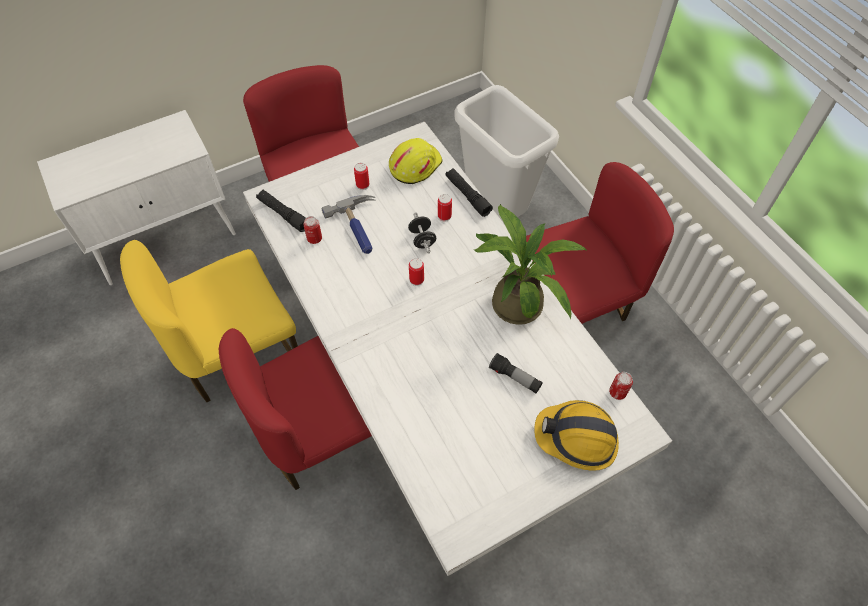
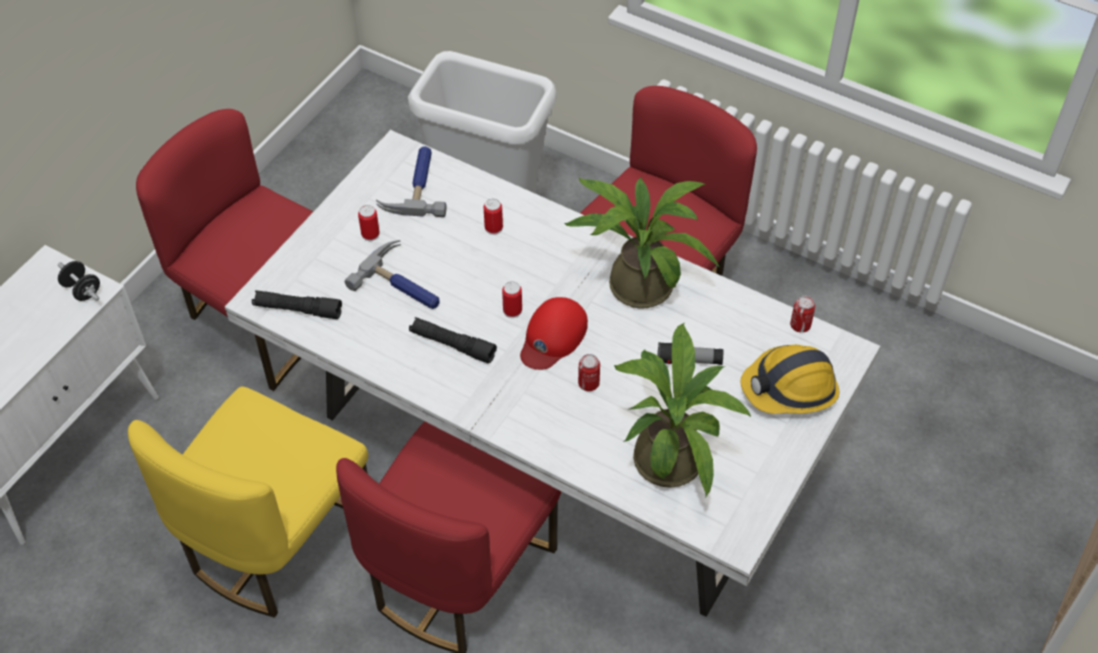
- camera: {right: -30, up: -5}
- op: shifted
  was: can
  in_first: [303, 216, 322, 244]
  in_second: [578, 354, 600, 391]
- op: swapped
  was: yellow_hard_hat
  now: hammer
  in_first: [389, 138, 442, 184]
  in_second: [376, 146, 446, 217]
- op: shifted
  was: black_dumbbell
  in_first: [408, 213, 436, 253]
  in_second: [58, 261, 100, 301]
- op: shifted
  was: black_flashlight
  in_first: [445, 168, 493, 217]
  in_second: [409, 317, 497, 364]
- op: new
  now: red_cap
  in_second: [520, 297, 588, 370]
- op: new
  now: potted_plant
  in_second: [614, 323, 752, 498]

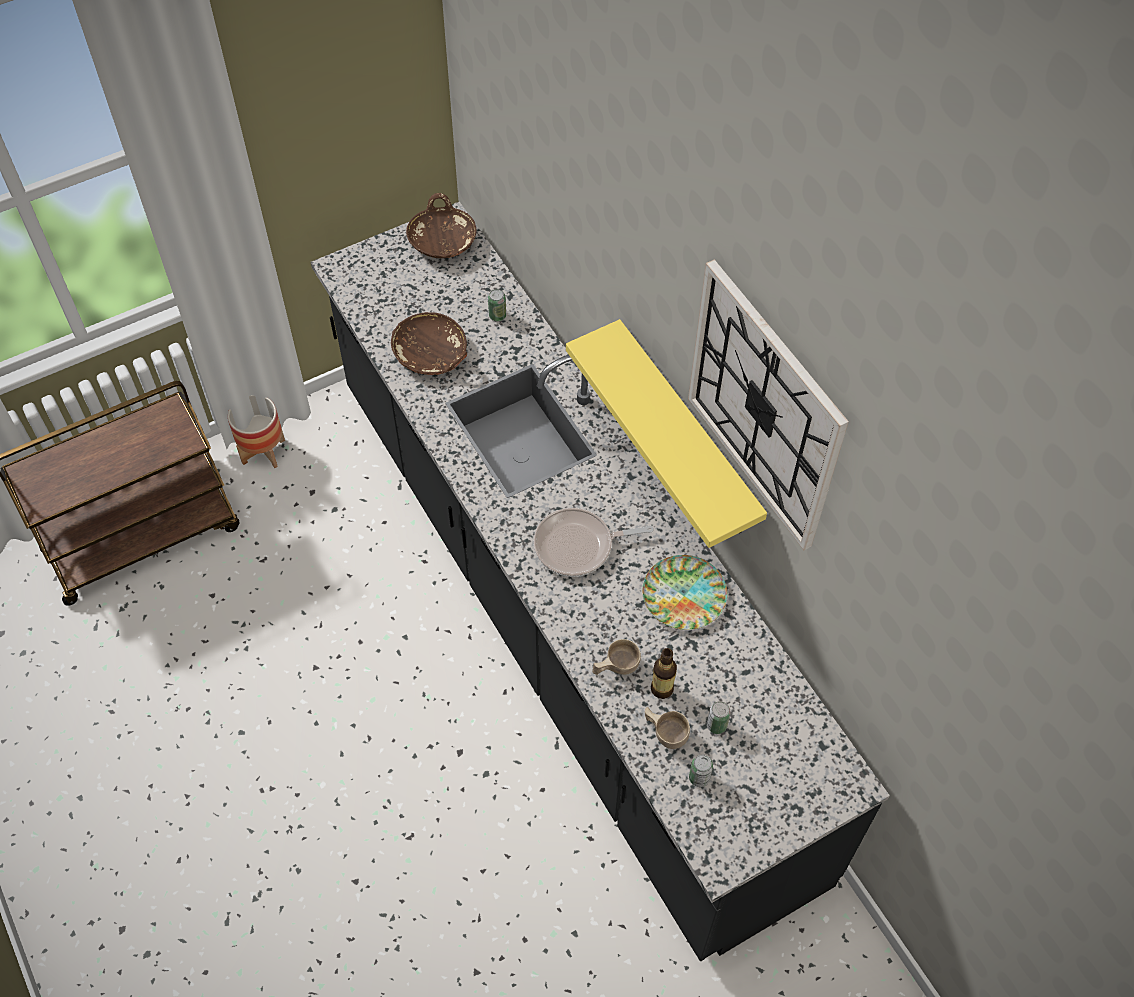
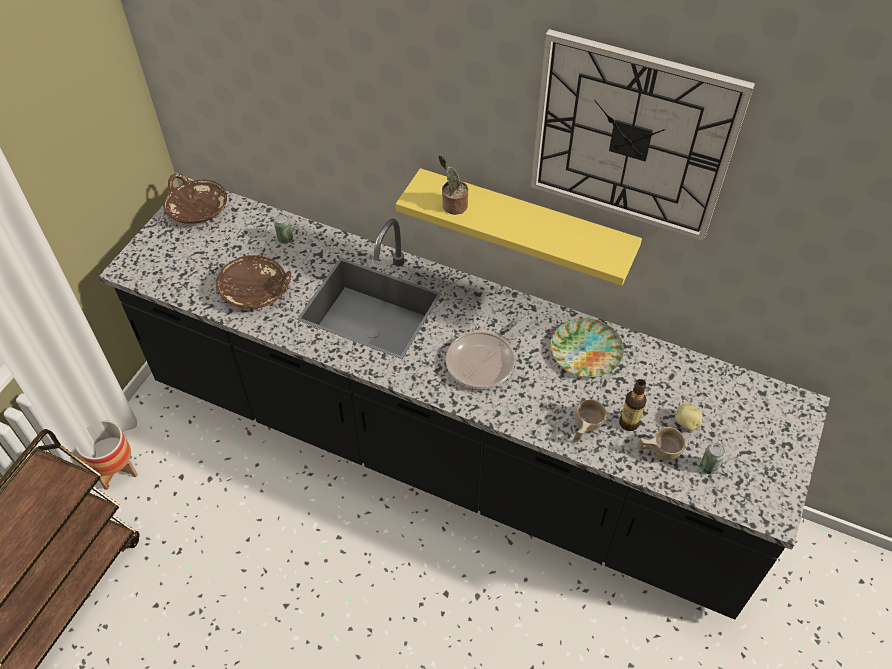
- camera: {right: -35, up: -5}
- op: swapped
  was: can
  now: potato
  in_first: [707, 701, 731, 734]
  in_second: [675, 404, 703, 431]
- op: new
  now: potted_plant
  in_second: [438, 155, 468, 215]

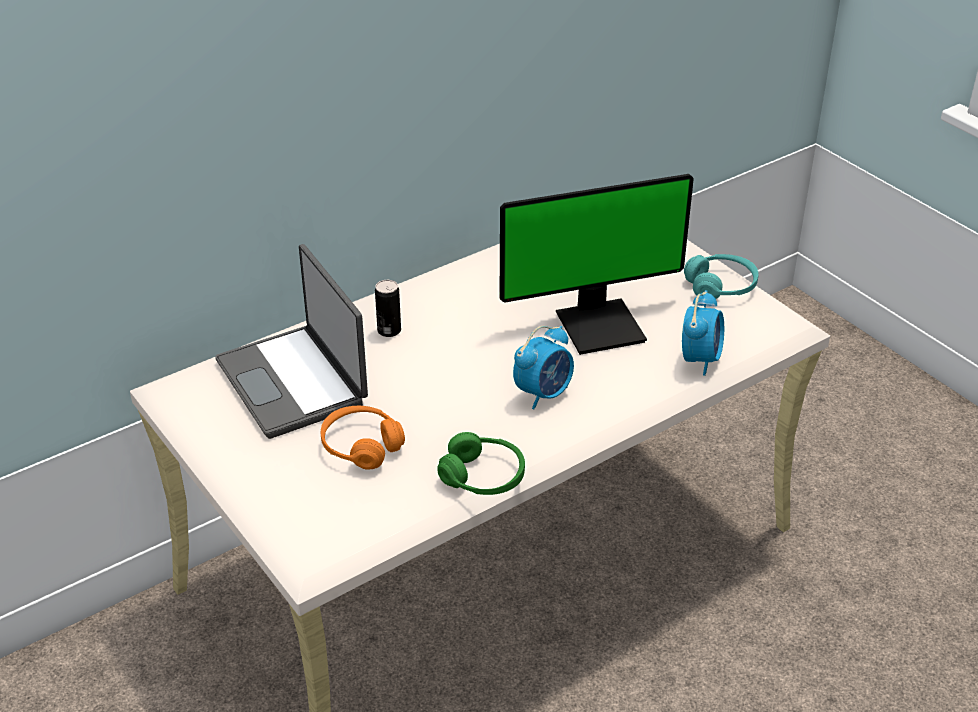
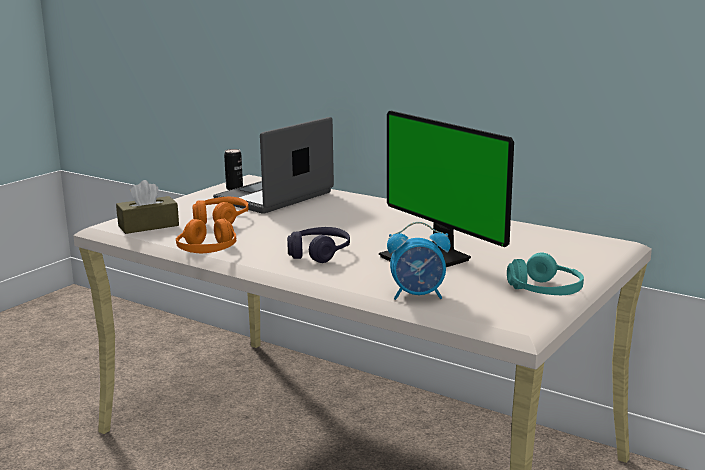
- camera: {right: 70, up: -20}
- op: shifted
  was: can
  in_first: [375, 280, 401, 337]
  in_second: [224, 149, 243, 190]
- op: repainted
  was: green_headphones
  now: orange_headphones
  in_first: [438, 432, 525, 495]
  in_second: [176, 219, 236, 253]
- op: swapped
  was: alarm_clock
  now: purple_headphones
  in_first: [513, 325, 574, 410]
  in_second: [287, 227, 350, 263]
- op: new
  now: brown_tissue_box
  in_second: [116, 180, 179, 234]

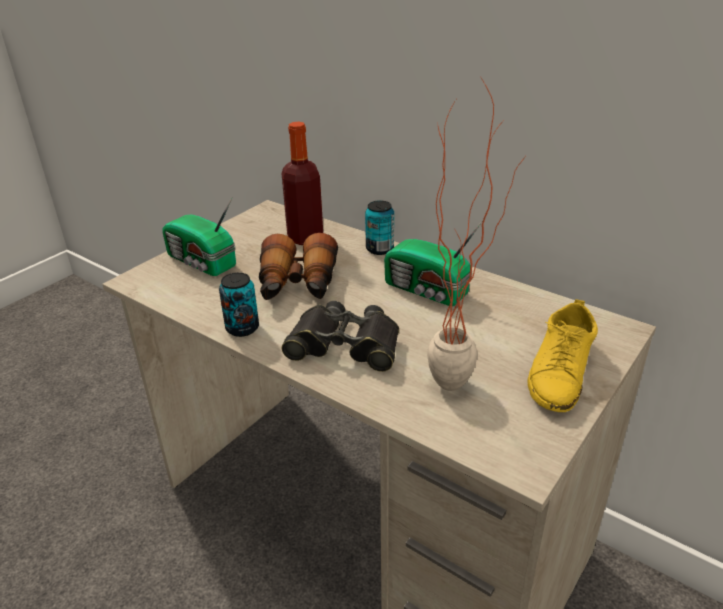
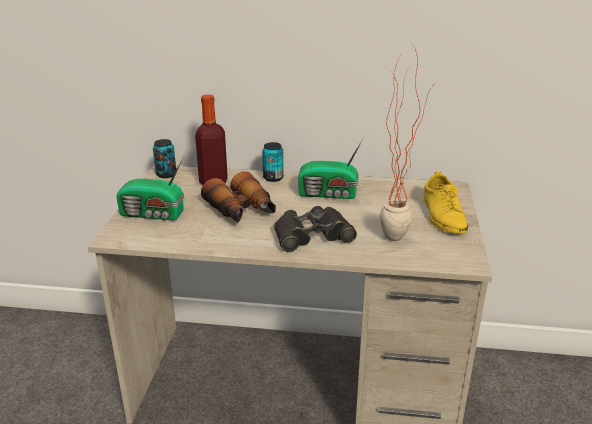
- camera: {right: -30, up: -5}
- op: shifted
  was: can
  in_first: [219, 272, 259, 337]
  in_second: [153, 139, 176, 178]

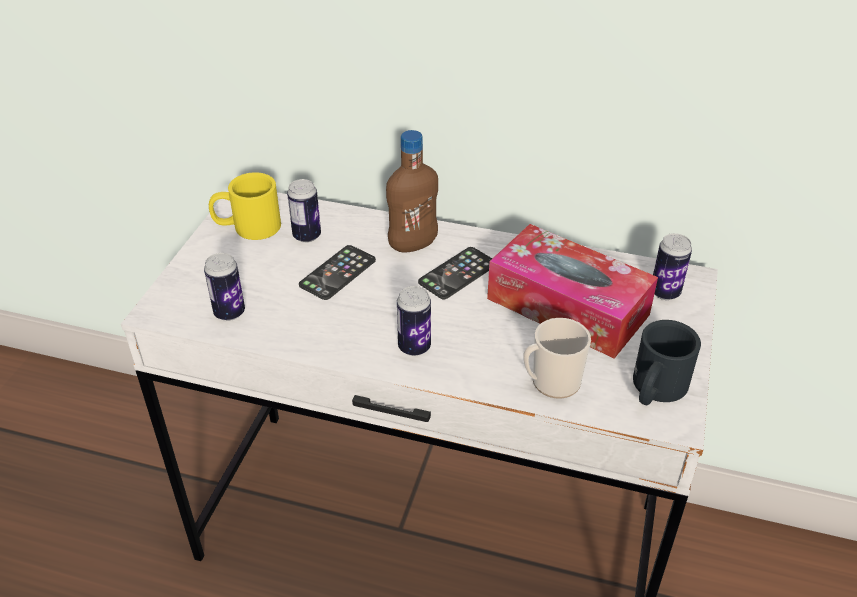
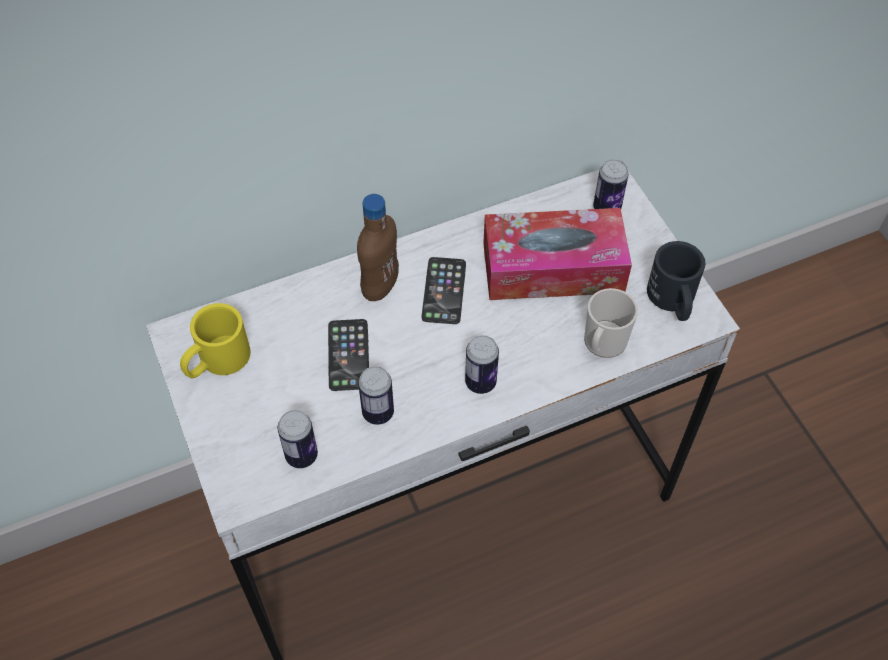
- camera: {right: -40, up: 15}
- op: shifted
  was: can
  in_first: [287, 179, 321, 243]
  in_second: [358, 366, 394, 425]

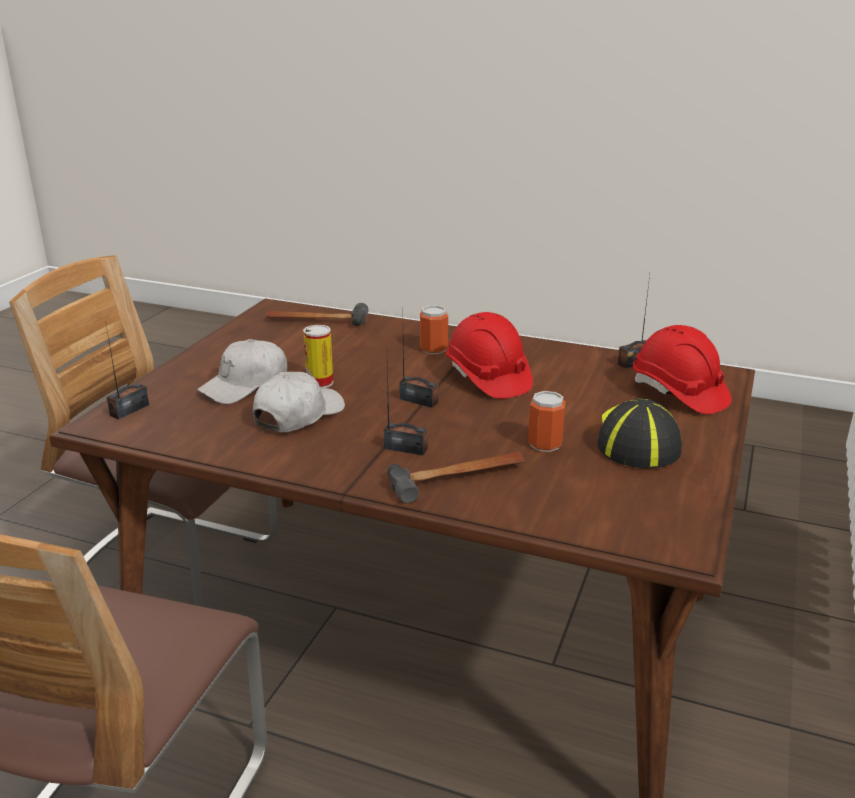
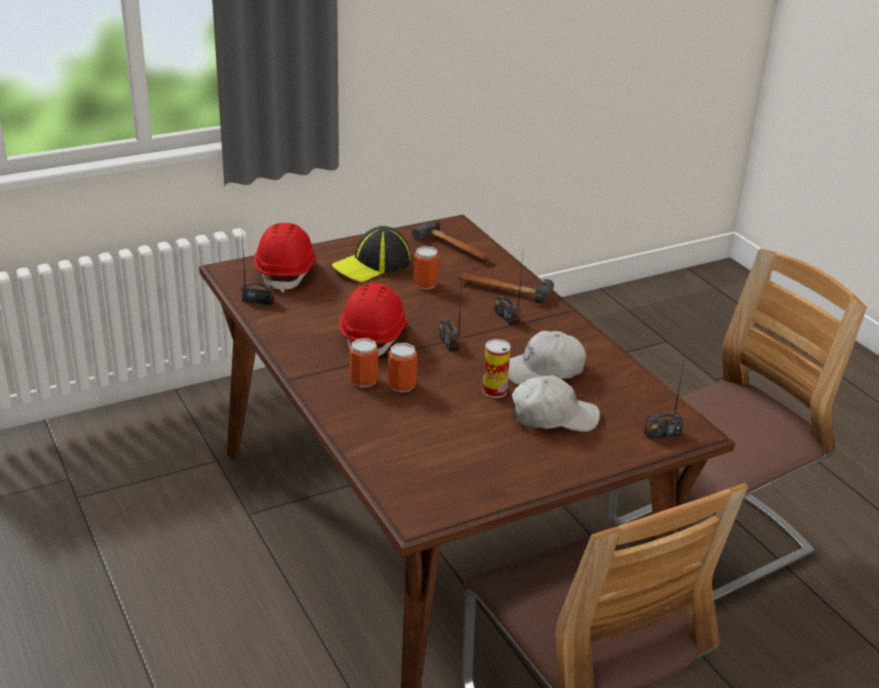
- camera: {right: -140, up: 5}
- op: shifted
  was: hammer
  in_first: [266, 303, 368, 326]
  in_second: [412, 221, 490, 260]
- op: new
  now: can
  in_second: [388, 343, 417, 392]

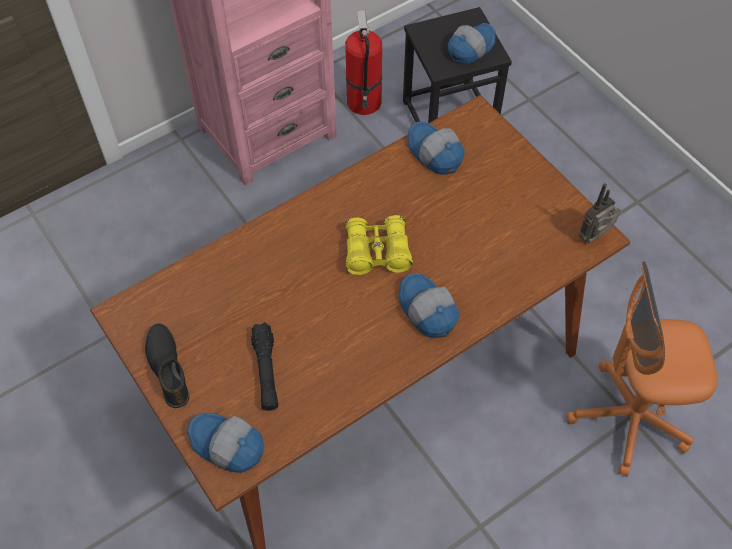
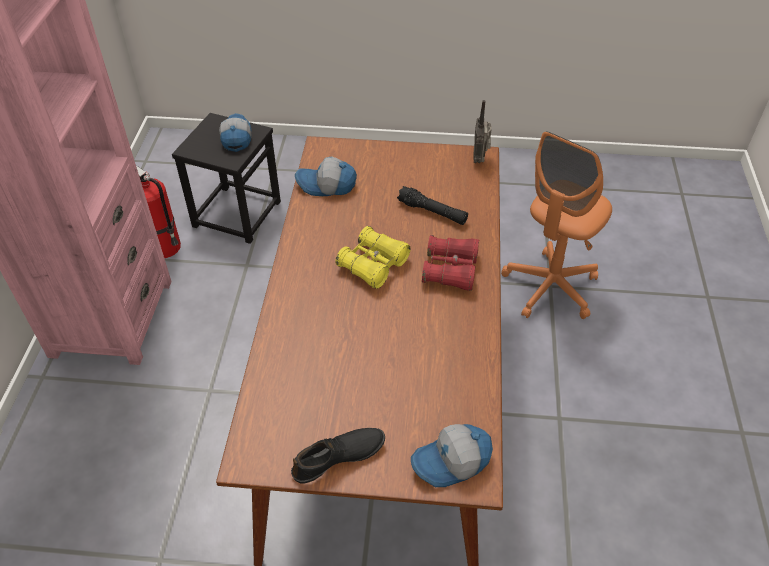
- camera: {right: -50, up: -10}
- op: rotated
  was: black_shoe
  in_first: [145, 324, 189, 408]
  in_second: [291, 428, 385, 483]
  clockwise: 135
- op: shifted
  was: black_flashlight
  in_first: [251, 322, 278, 411]
  in_second: [397, 186, 468, 225]
- op: swapped
  was: cap
  now: red_binoculars
  in_first: [398, 273, 459, 338]
  in_second: [422, 235, 479, 291]

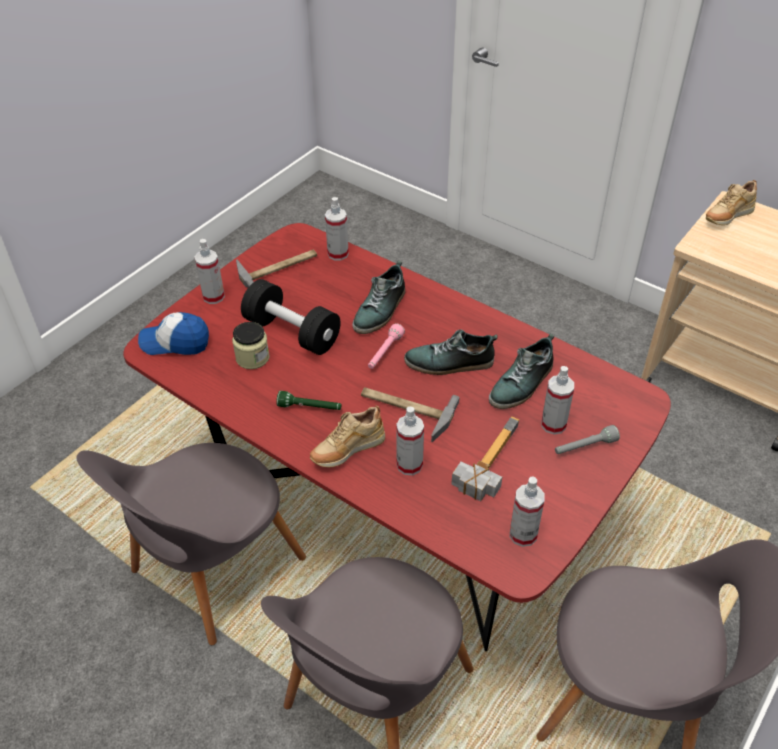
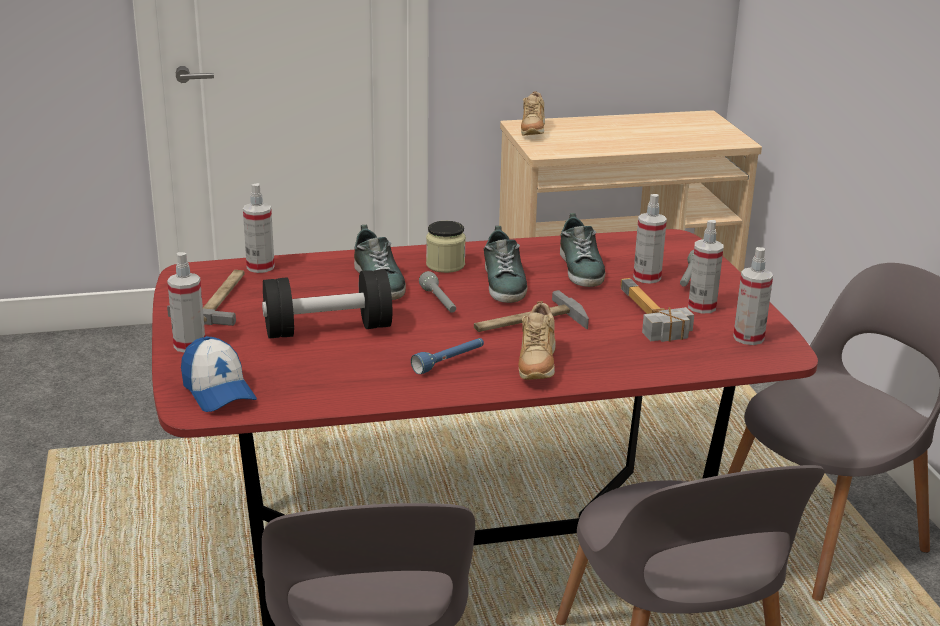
- camera: {right: -50, up: -20}
- op: rotated
  was: cap
  in_first: [138, 312, 209, 355]
  in_second: [181, 336, 257, 412]
  clockwise: -75
- op: shifted
  was: jar
  in_first: [232, 322, 270, 369]
  in_second: [426, 221, 466, 273]
- op: repainted
  was: green_flashlight
  now: blue_flashlight
  in_first: [276, 391, 342, 410]
  in_second: [411, 338, 484, 374]
- op: repainted
  was: pink_flashlight
  now: grey_flashlight
  in_first: [368, 323, 405, 369]
  in_second: [419, 271, 456, 313]
- op: shifted
  was: spray_bottle
  in_first: [396, 407, 424, 475]
  in_second: [688, 220, 723, 314]
- op: rotated
  was: shoe
  in_first: [404, 330, 497, 375]
  in_second: [484, 226, 528, 303]
  clockwise: -45

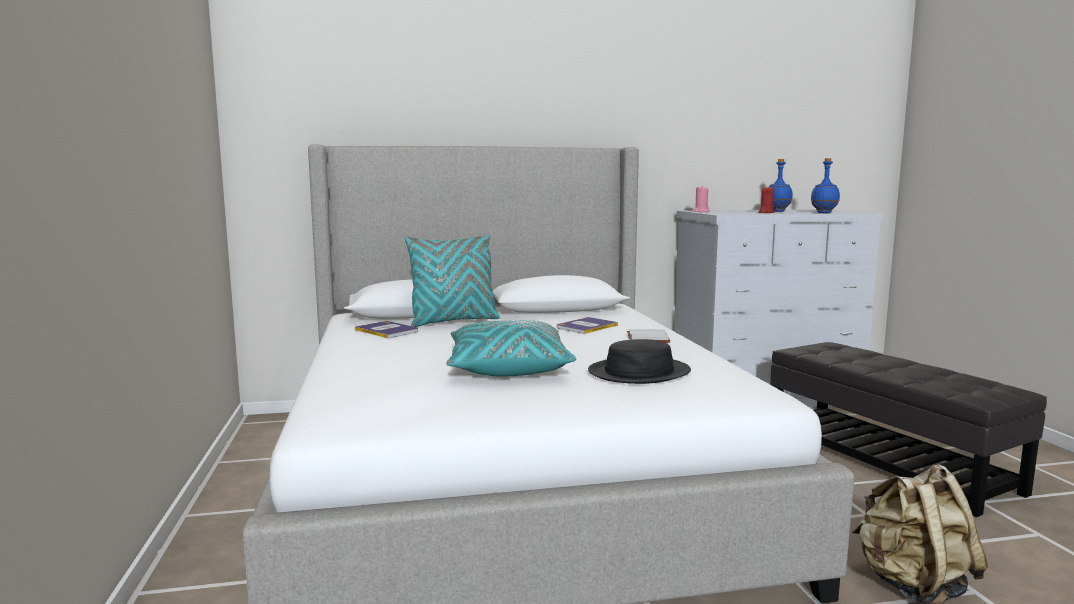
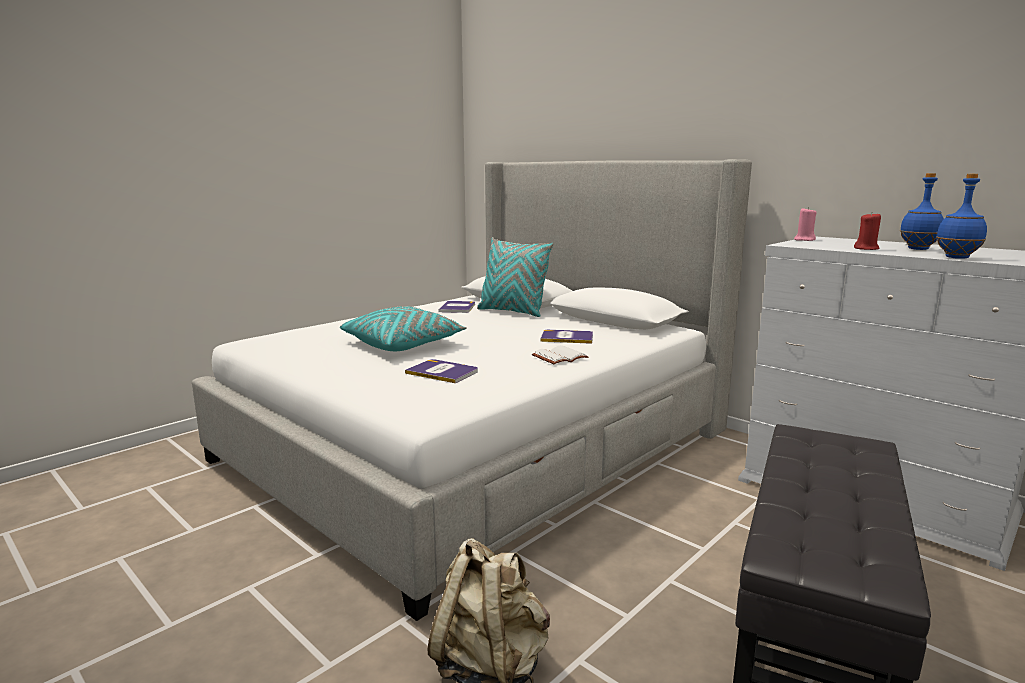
- camera: {right: 55, up: 5}
- op: swapped
  was: black_hat
  now: book
  in_first: [588, 339, 691, 384]
  in_second: [405, 359, 478, 383]

